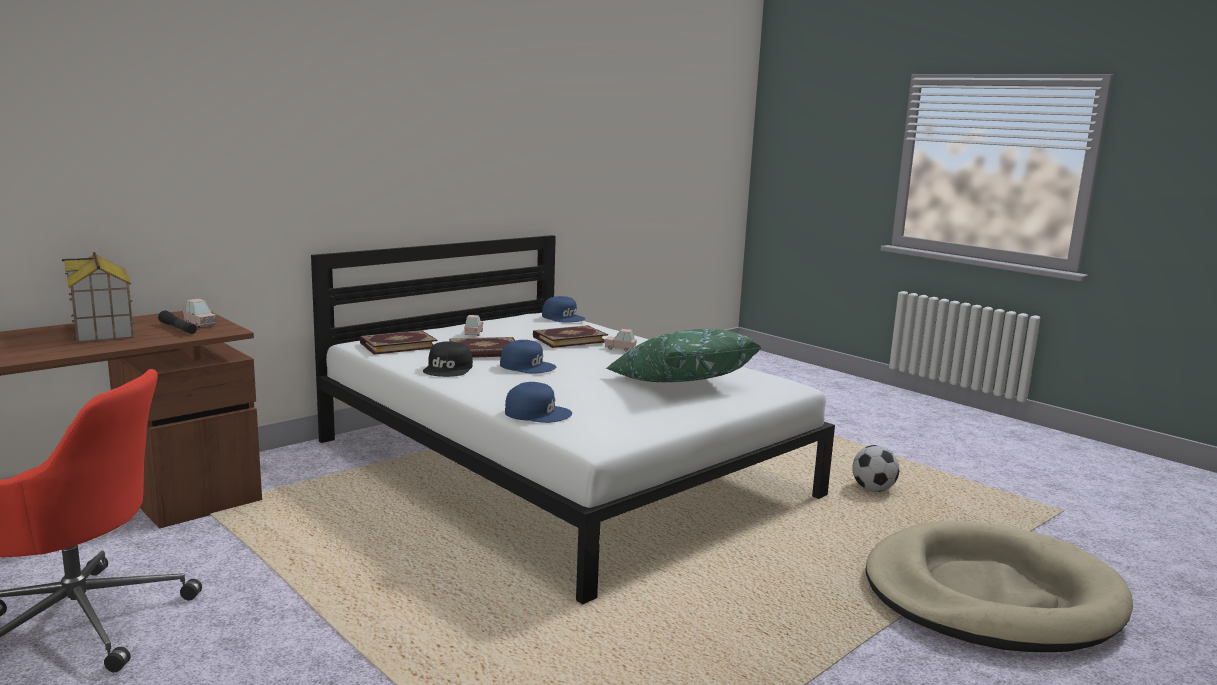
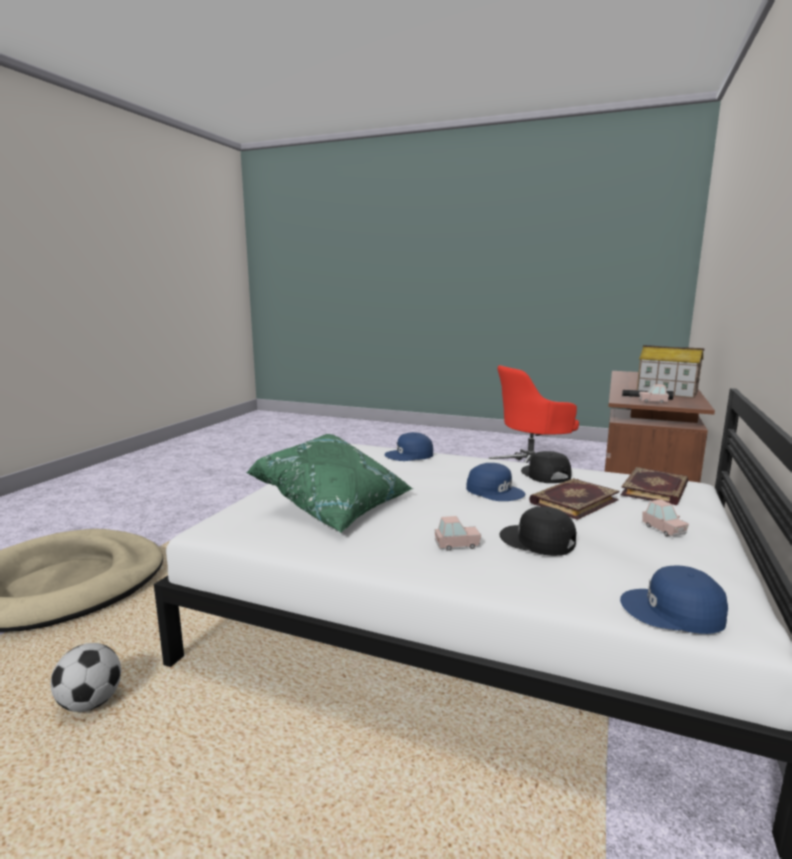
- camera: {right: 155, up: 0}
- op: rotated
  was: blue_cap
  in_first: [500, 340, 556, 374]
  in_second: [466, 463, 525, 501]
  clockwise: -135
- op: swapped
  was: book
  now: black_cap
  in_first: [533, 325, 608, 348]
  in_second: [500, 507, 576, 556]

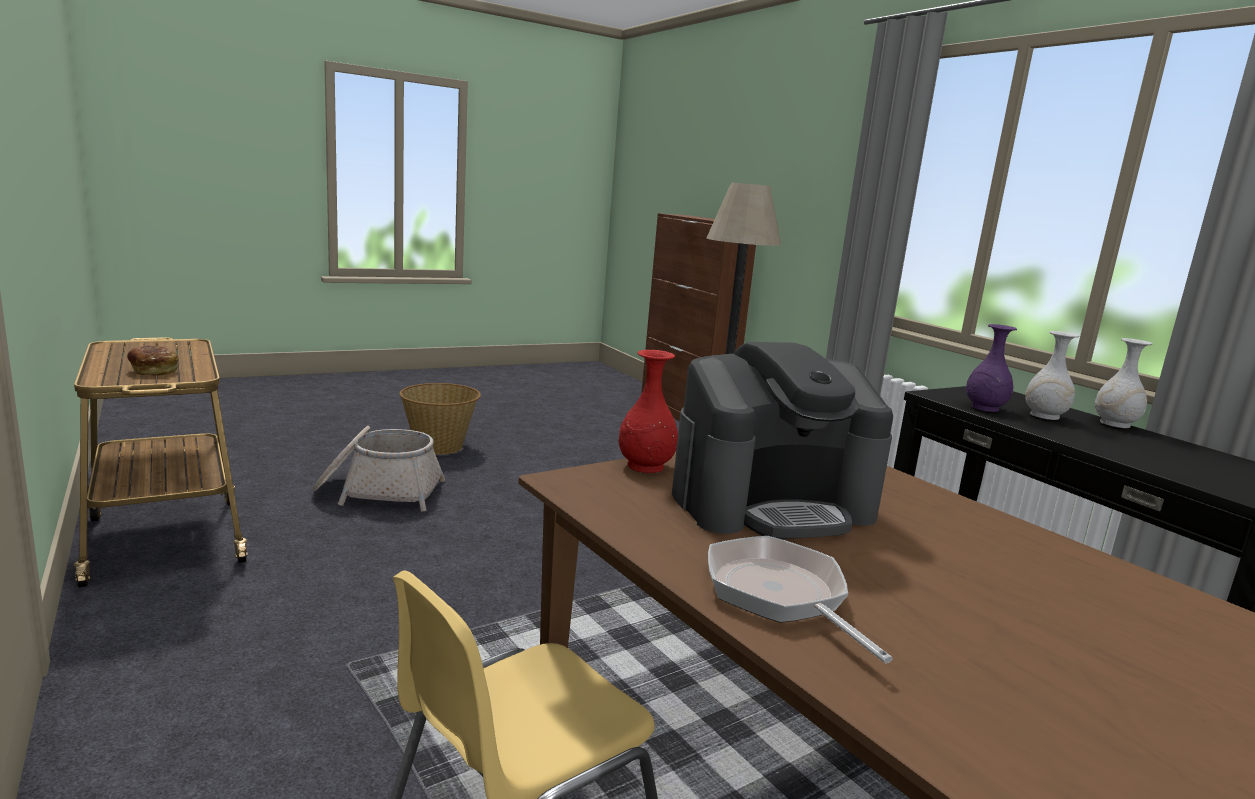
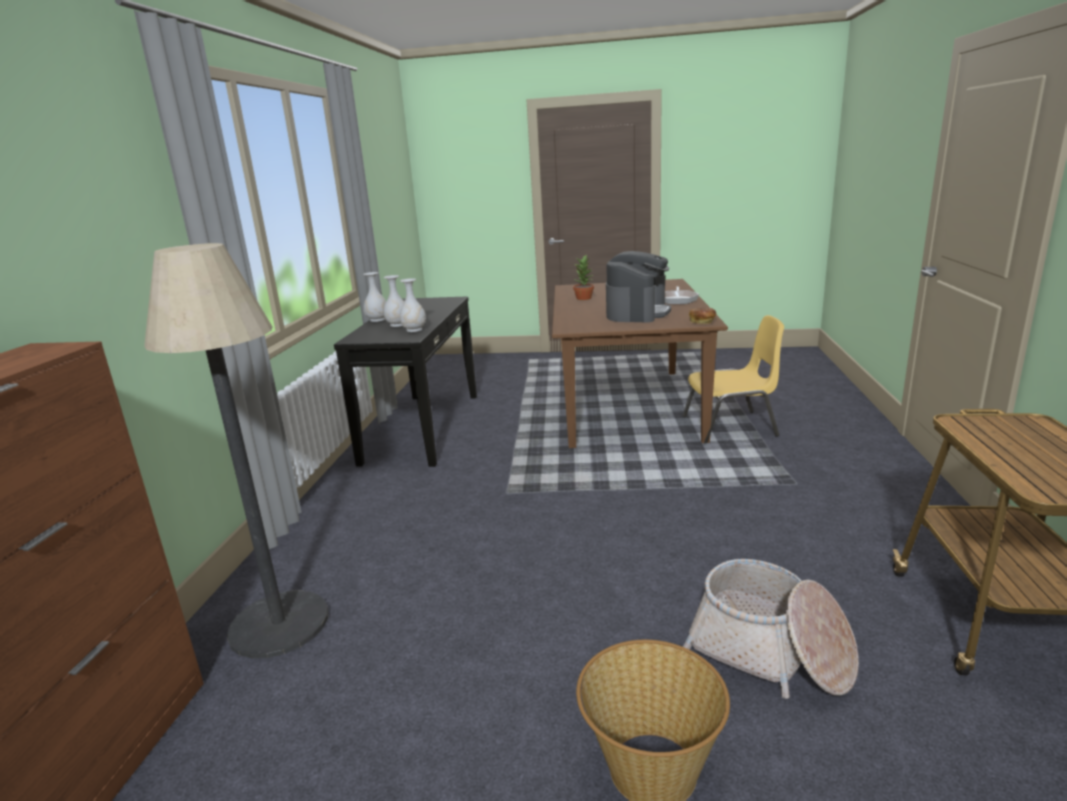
- camera: {right: -140, up: 5}
- op: shifted
  was: bread
  in_first: [127, 346, 179, 375]
  in_second: [689, 307, 717, 324]
- op: gone
  was: red_vase
  in_first: [618, 350, 678, 473]
- op: rotated
  was: coffee_machine
  in_first: [672, 342, 893, 539]
  in_second: [606, 251, 671, 323]
  clockwise: 90
- op: repainted
  was: purple_vase
  now: white_vase
  in_first: [966, 324, 1017, 412]
  in_second: [400, 278, 426, 332]
- op: new
  now: potted_plant
  in_second: [573, 255, 594, 300]

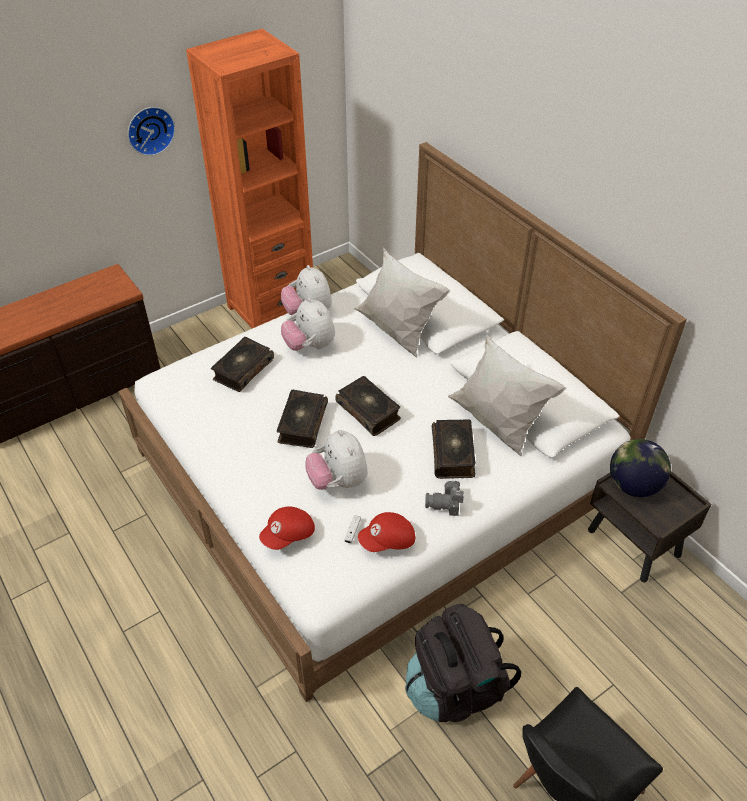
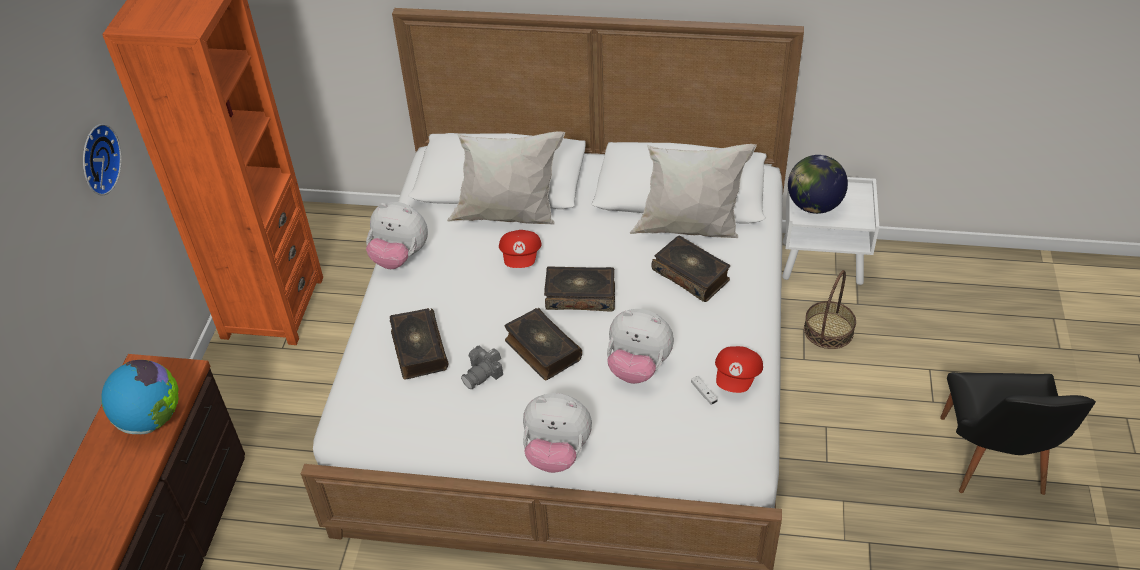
- camera: {right: -45, up: 0}
- op: shifted
  was: red_cap
  in_first: [259, 507, 315, 550]
  in_second: [499, 230, 542, 268]
- op: shifted
  was: plush_toy
  in_first: [281, 297, 335, 351]
  in_second: [523, 393, 592, 473]
- op: gone
  was: black_backpack
  in_first: [405, 604, 521, 722]
- op: shifted
  was: photo_camera
  in_first: [425, 480, 464, 516]
  in_second: [461, 345, 503, 389]
- op: repainted
  was: brown_nightstand
  now: white_nightstand
  in_first: [588, 471, 711, 583]
  in_second: [782, 177, 879, 285]
- op: new
  now: globe
  in_second: [101, 360, 179, 434]
- op: new
  now: basket
  in_second: [804, 270, 856, 349]

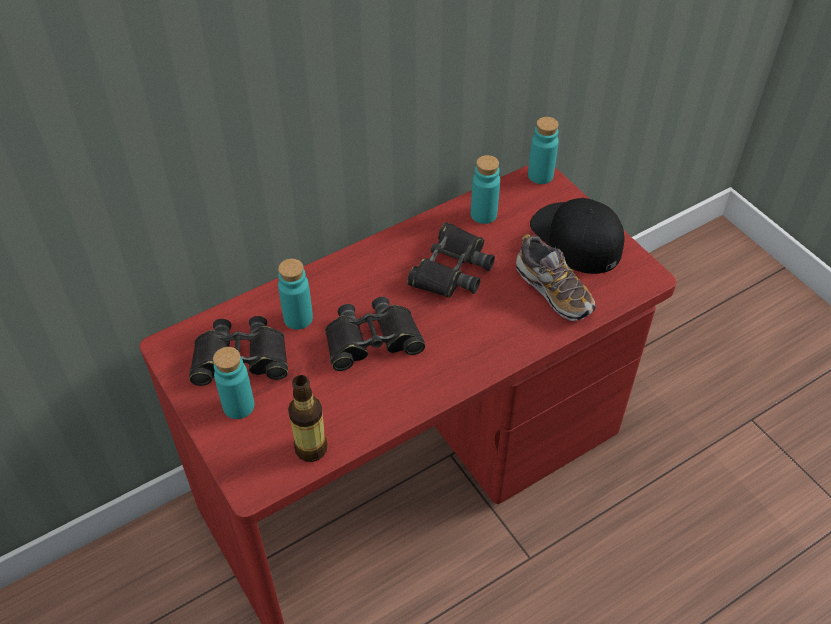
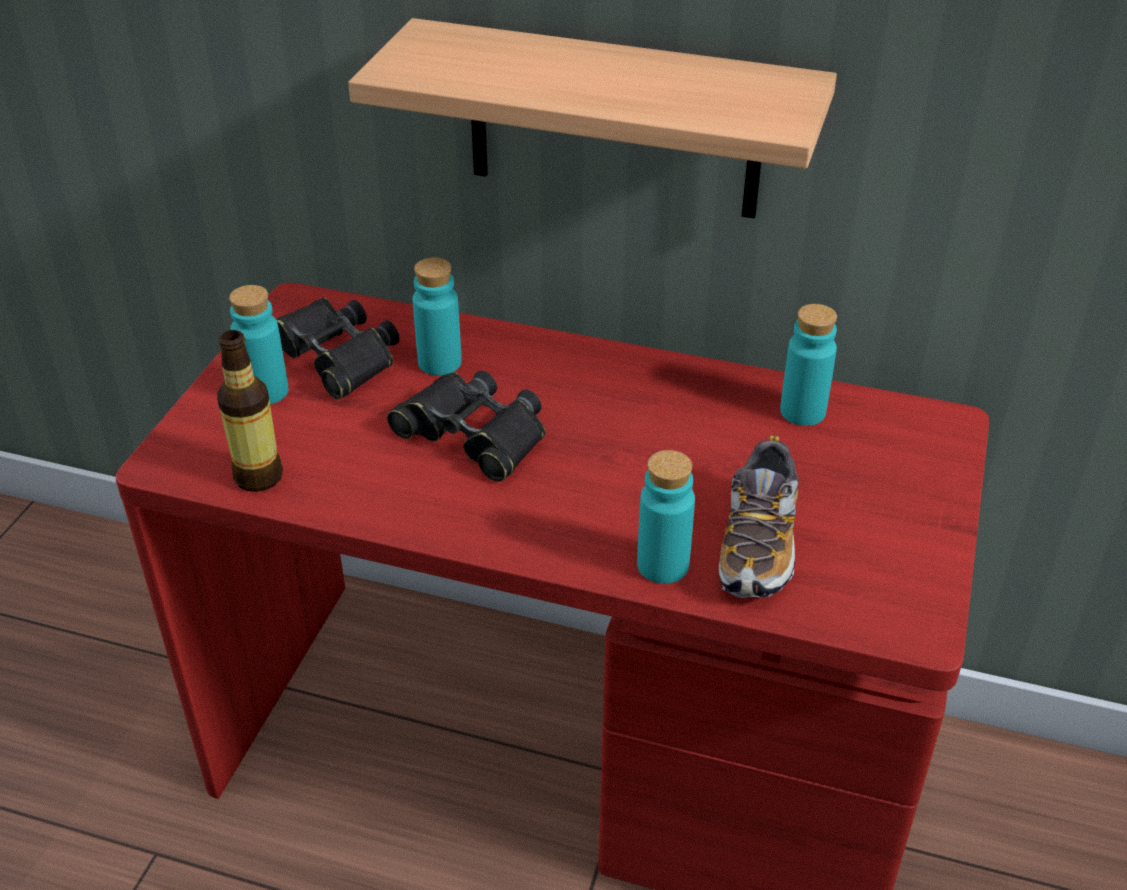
- camera: {right: 50, up: -10}
- op: gone
  was: black_binoculars
  in_first: [407, 222, 495, 298]
- op: shifted
  was: turquoise_bottle
  in_first: [528, 117, 559, 184]
  in_second: [637, 450, 695, 584]
- op: gone
  was: black_cap
  in_first: [530, 198, 624, 274]
- op: new
  now: shelf
  in_second: [348, 18, 837, 219]

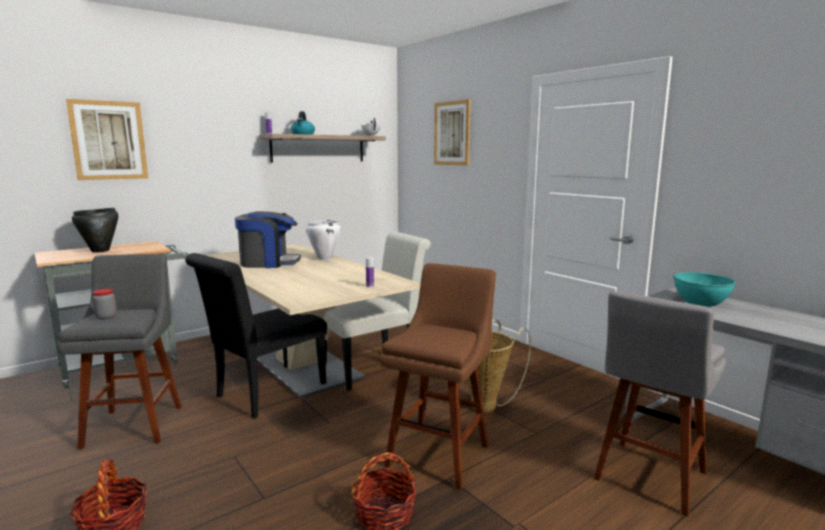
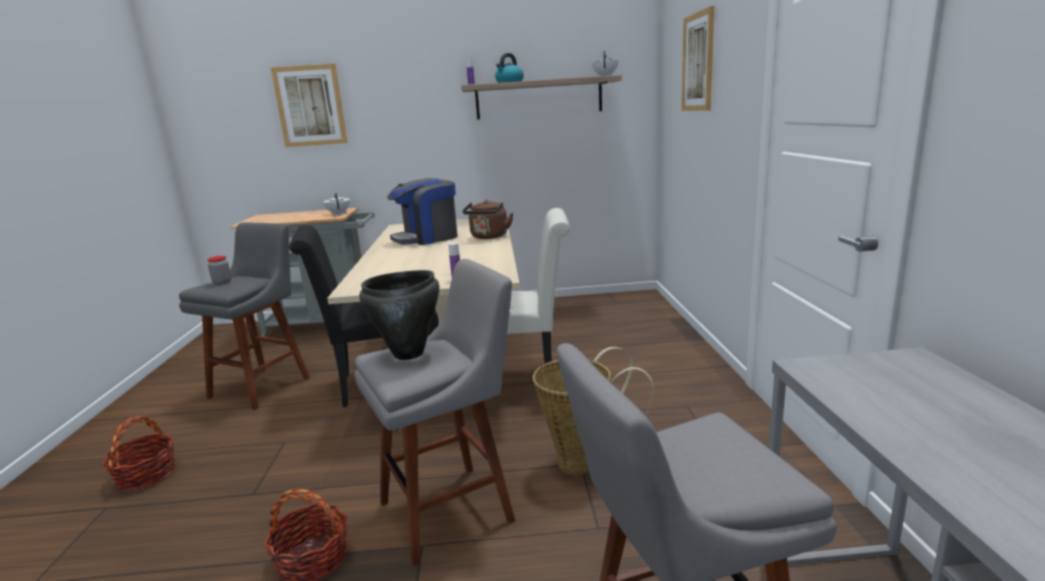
- camera: {right: 35, up: 5}
- op: shifted
  was: black_cooking_pot
  in_first: [72, 208, 118, 253]
  in_second: [359, 270, 439, 360]
- op: rotated
  was: coffee_machine
  in_first: [235, 211, 301, 268]
  in_second: [387, 178, 458, 245]
  clockwise: 120
- op: swapped
  was: white_cooking_pot
  now: brown_kettle
  in_first: [306, 220, 341, 260]
  in_second: [462, 200, 513, 239]
- op: repainted
  was: brown_stool
  now: grey_stool
  in_first: [380, 263, 496, 490]
  in_second: [354, 259, 515, 567]
- op: gone
  was: turquoise_bowl
  in_first: [673, 272, 736, 306]
- op: new
  now: white_teapot
  in_second: [323, 193, 350, 215]

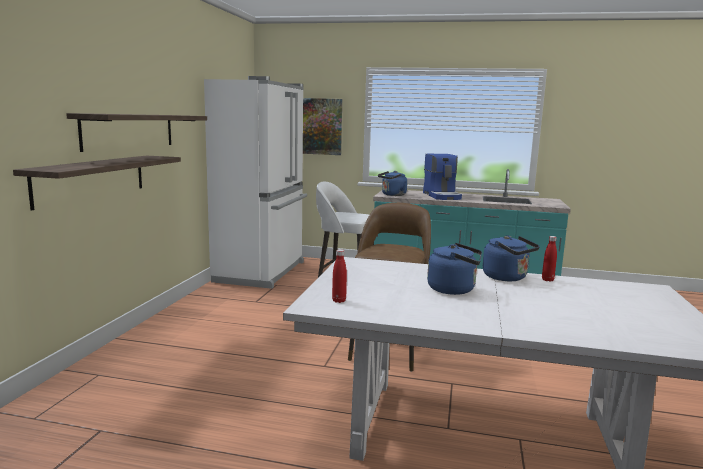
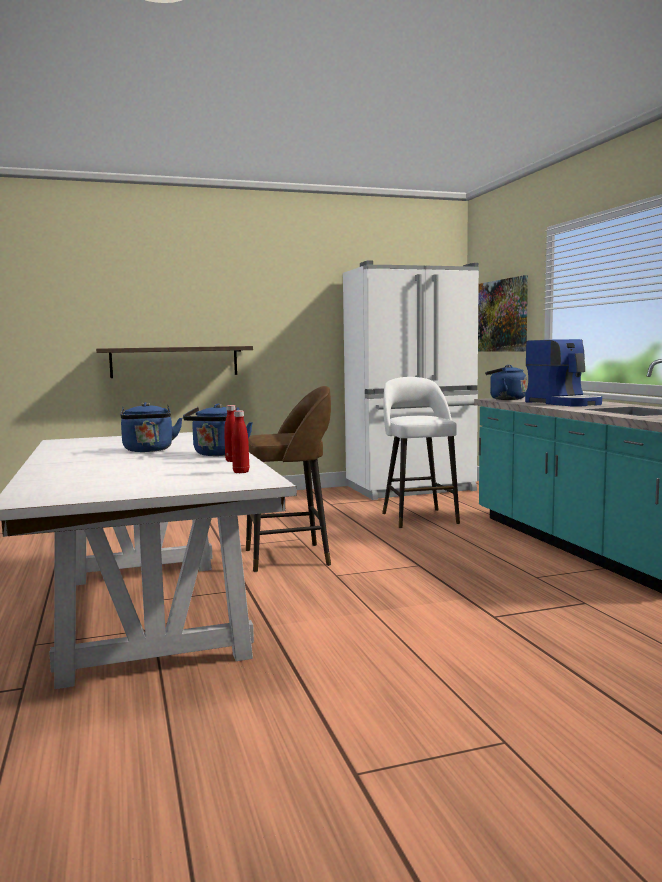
- camera: {right: 60, up: -5}
- op: gone
  was: shelf
  in_first: [66, 113, 207, 152]
- op: shifted
  was: red_bottle
  in_first: [332, 249, 347, 303]
  in_second: [232, 410, 249, 473]
- op: rotated
  was: coffee_machine
  in_first: [423, 154, 462, 200]
  in_second: [525, 339, 602, 406]
  clockwise: -75

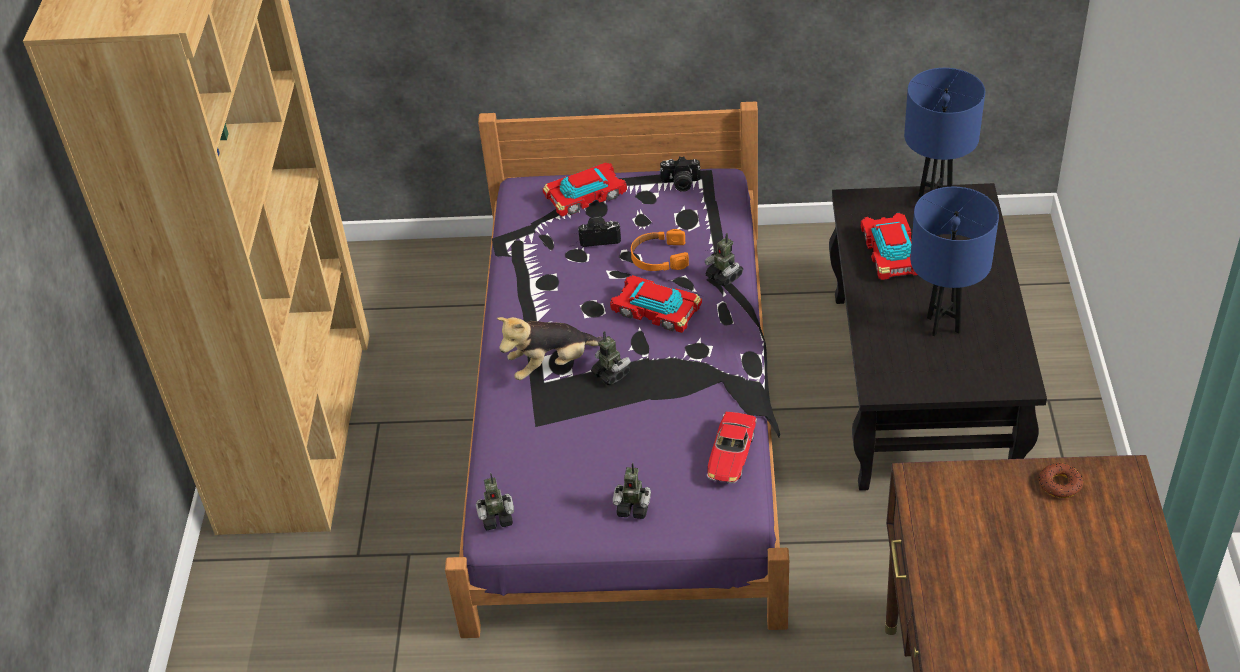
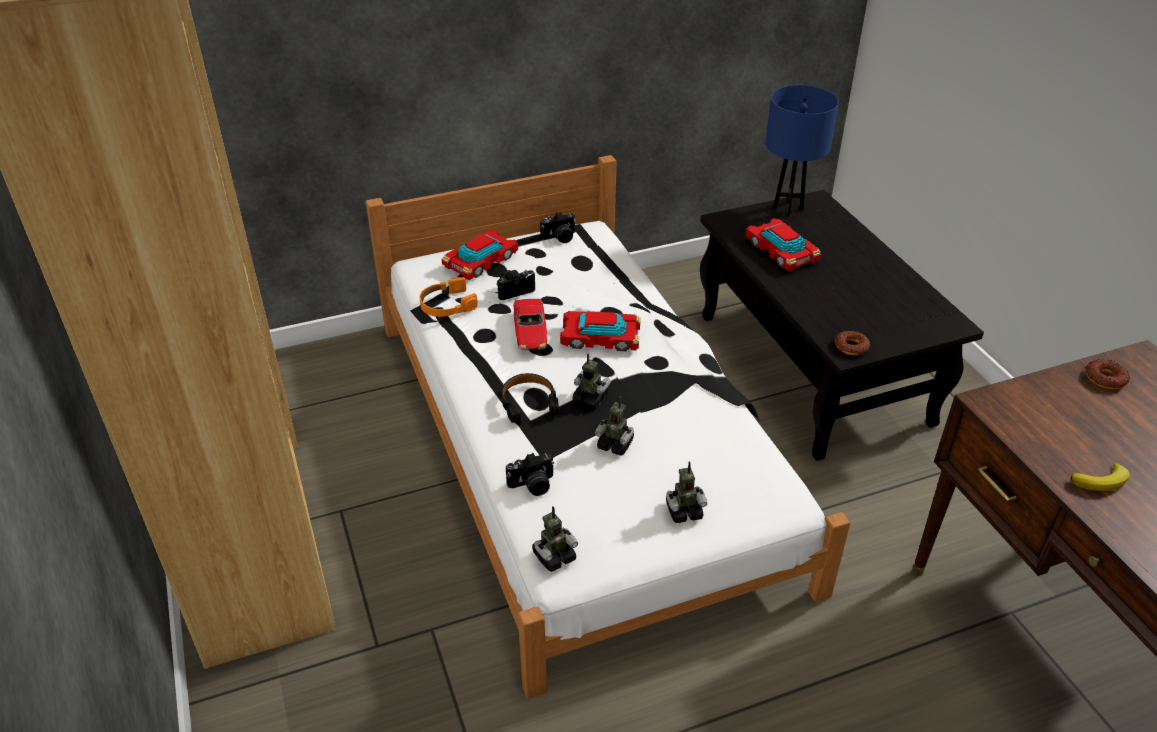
- camera: {right: -25, up: -5}
- op: repainted
  was: purple_bed
  now: white_bed
  in_first: [445, 101, 789, 638]
  in_second: [365, 155, 850, 699]
- op: swapped
  was: plush_toy
  now: black_headphones
  in_first: [497, 317, 603, 380]
  in_second: [502, 373, 559, 425]
- op: shifted
  was: orange_headphones
  in_first: [631, 229, 689, 271]
  in_second: [420, 277, 478, 317]
- op: shifted
  was: toy_robot
  in_first: [705, 233, 743, 287]
  in_second: [595, 397, 634, 456]
- op: shifted
  was: toy_car
  in_first: [707, 412, 757, 483]
  in_second: [513, 299, 547, 350]
- op: gone
  was: blue_table_lamp
  in_first: [910, 187, 999, 336]
- op: new
  now: photo_camera
  in_second: [506, 453, 554, 496]
- op: new
  now: donut
  in_second: [835, 331, 870, 355]
- op: new
  now: banana
  in_second: [1071, 463, 1130, 491]

